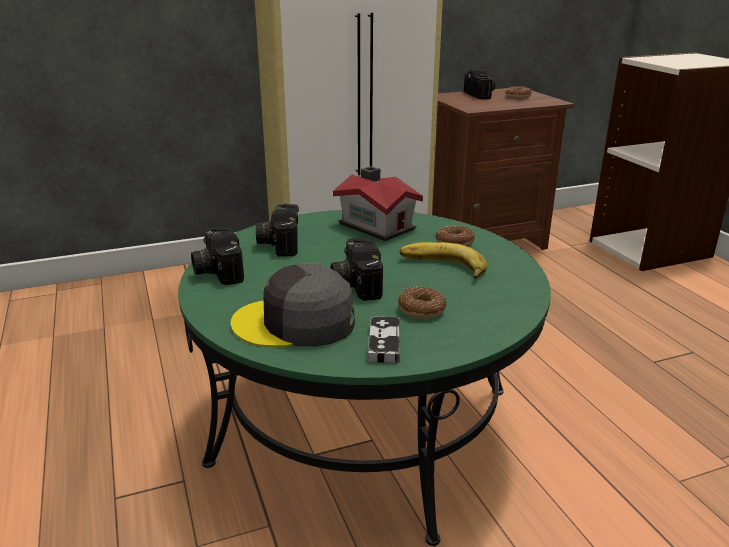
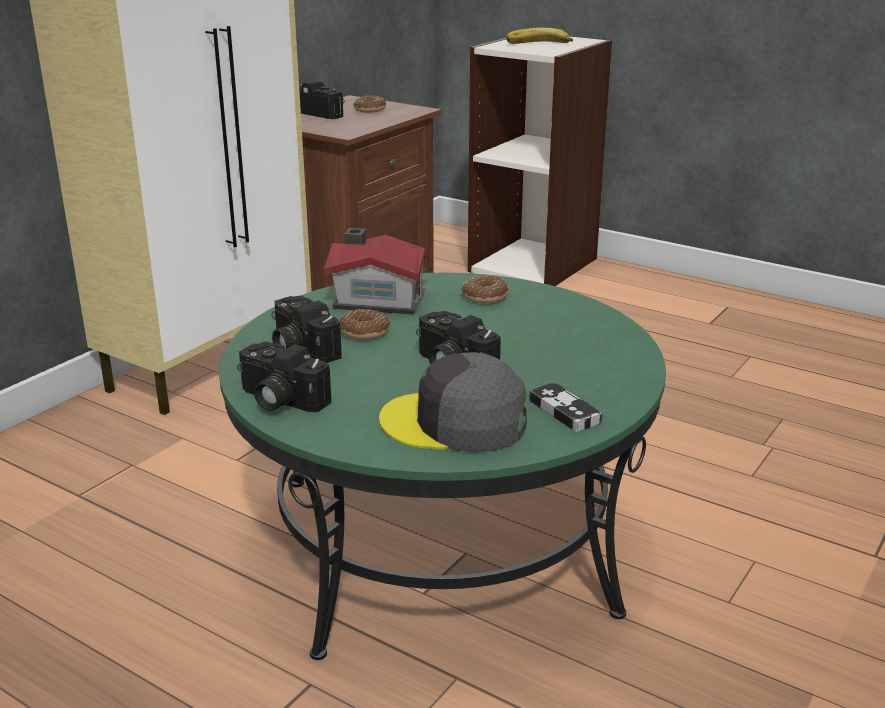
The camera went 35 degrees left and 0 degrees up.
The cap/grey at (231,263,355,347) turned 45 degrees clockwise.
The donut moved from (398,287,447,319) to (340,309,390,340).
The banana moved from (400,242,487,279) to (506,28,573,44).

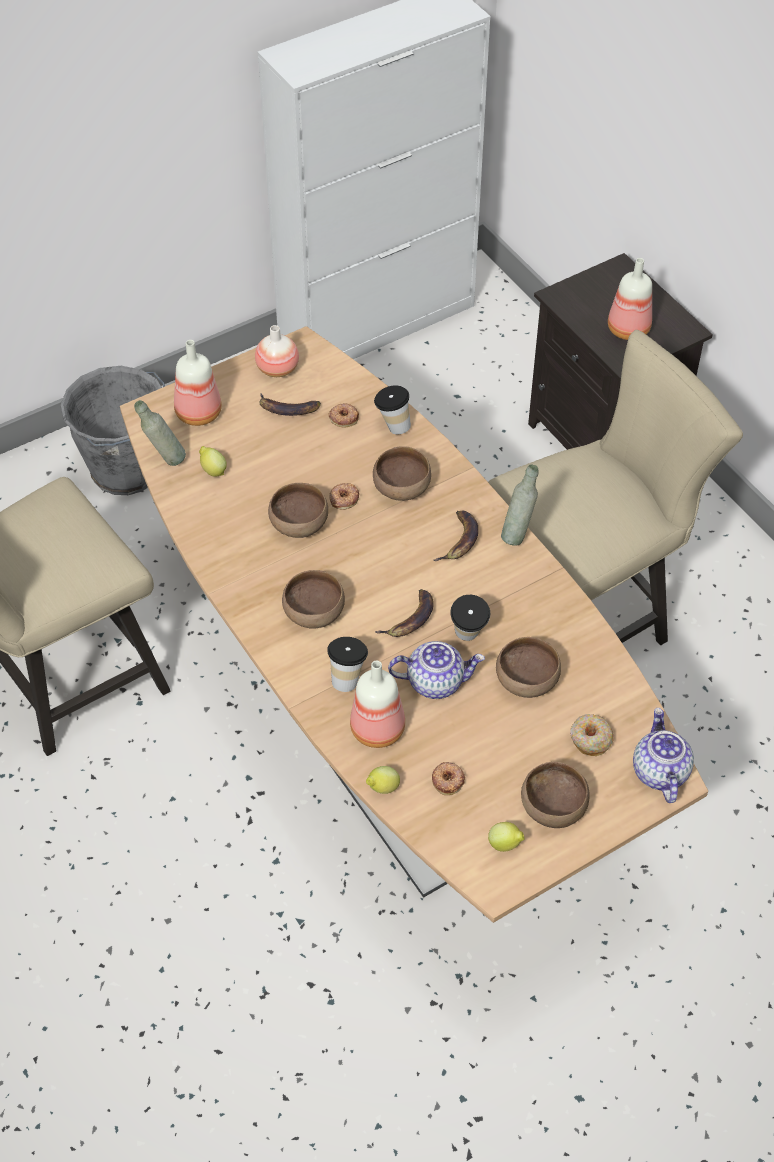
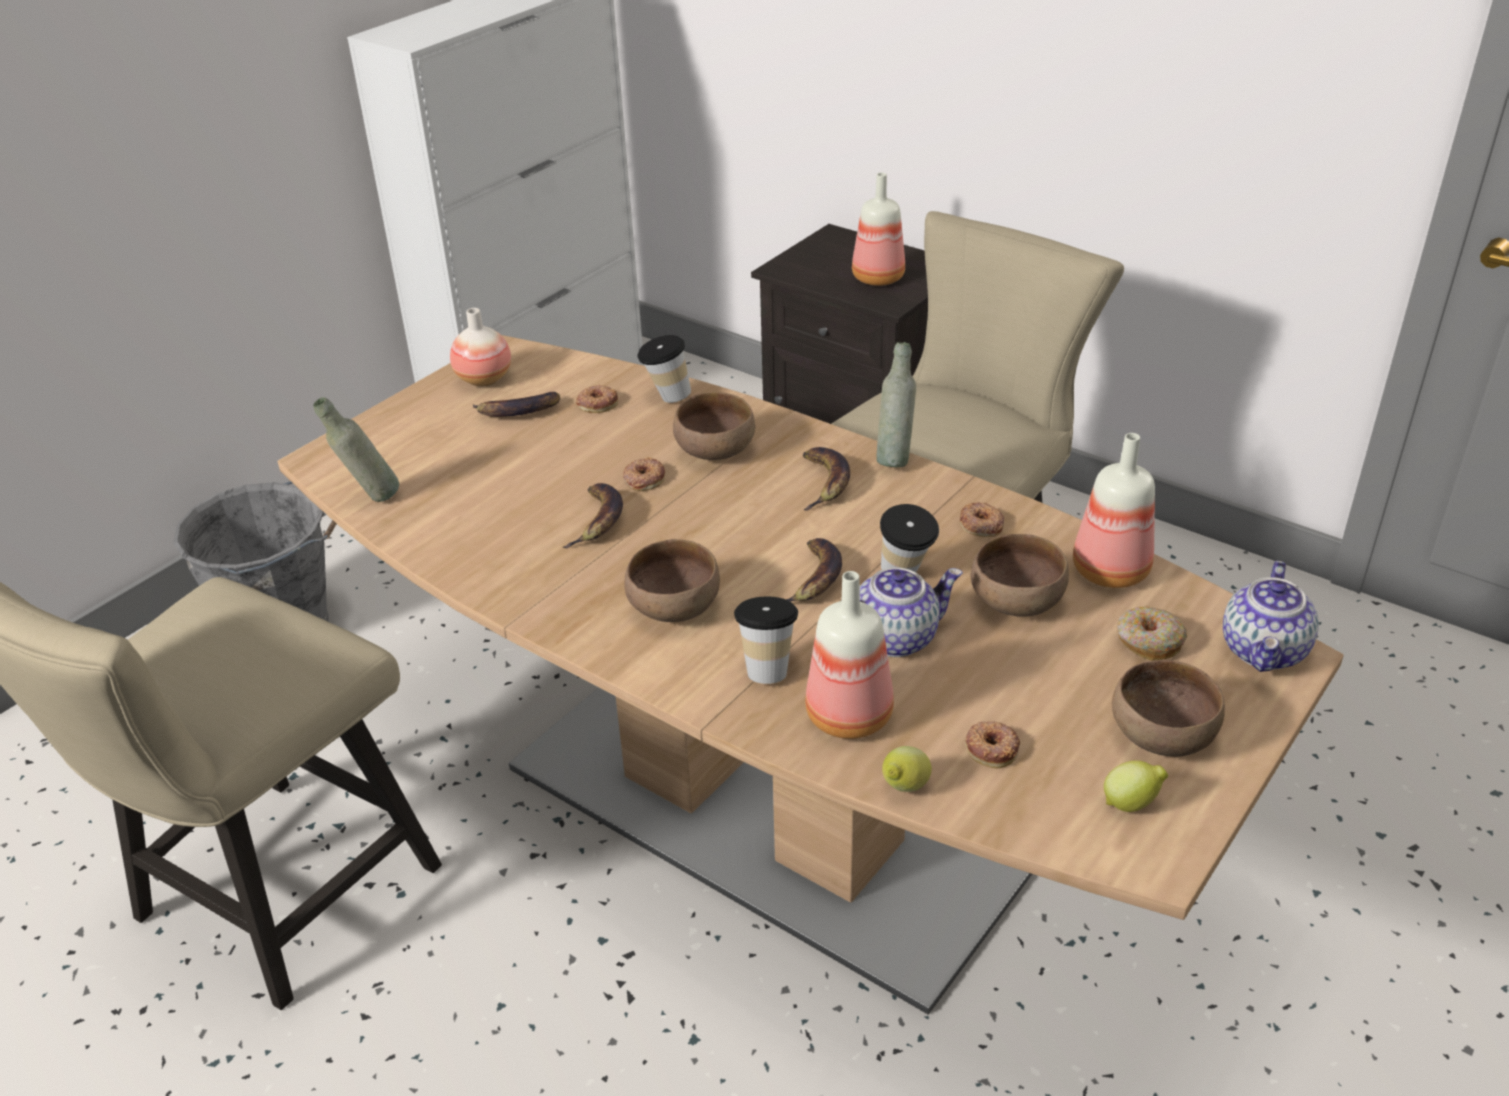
The camera went 20 degrees left and 15 degrees down.
The bottle moved from (174,340,222,426) to (1073,433,1155,588).
The lemon at (199,446,227,477) disappeared.
The bowl/brown at (268,483,328,538) was replaced by the banana at (563,483,623,548).
The teapot at (633,708,694,803) turned 135 degrees counterclockwise.
The donut at (959,502,1004,537) appeared.

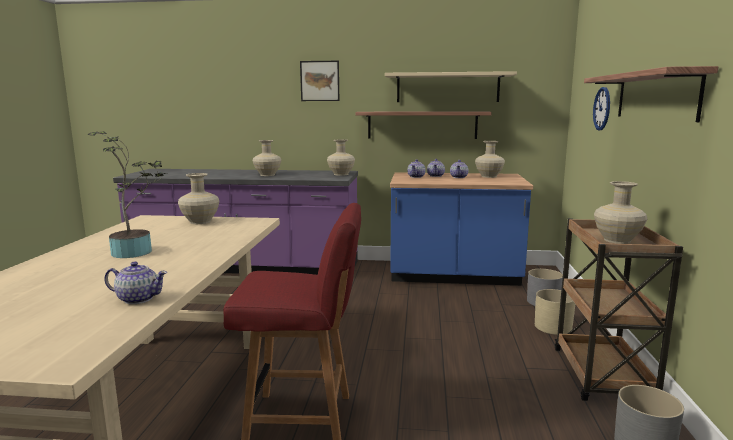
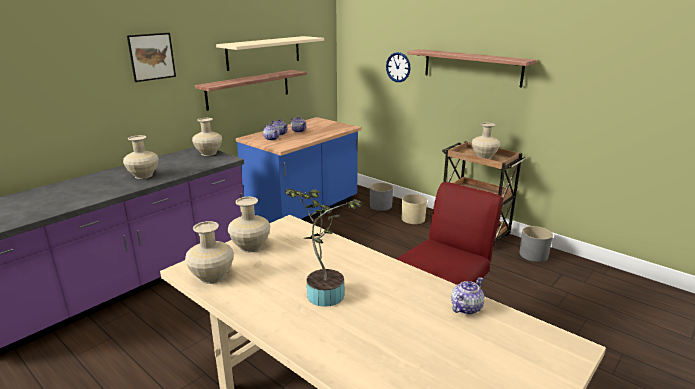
The camera went 55 degrees left and 10 degrees up.
The vase/beige moved from (475,141,505,178) to (185,221,234,284).

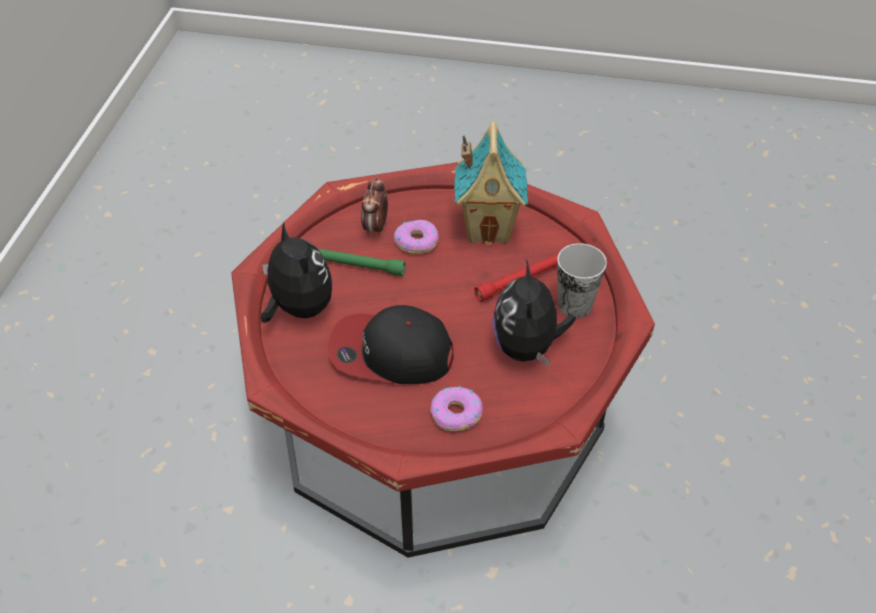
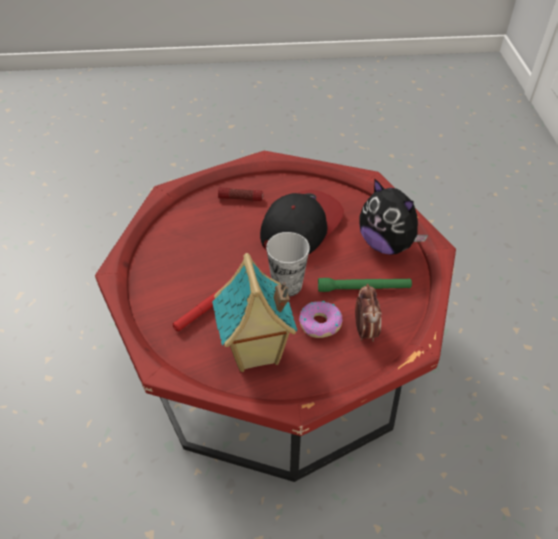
The camera went 165 degrees right and 0 degrees up.
The cap at (328,305,454,384) turned 45 degrees counterclockwise.
The donut at (430,386,483,432) was replaced by the flashlight at (218,187,263,201).
The plush toy at (492,260,576,367) disappeared.
The cup moved from (557,243,607,318) to (266,232,310,297).

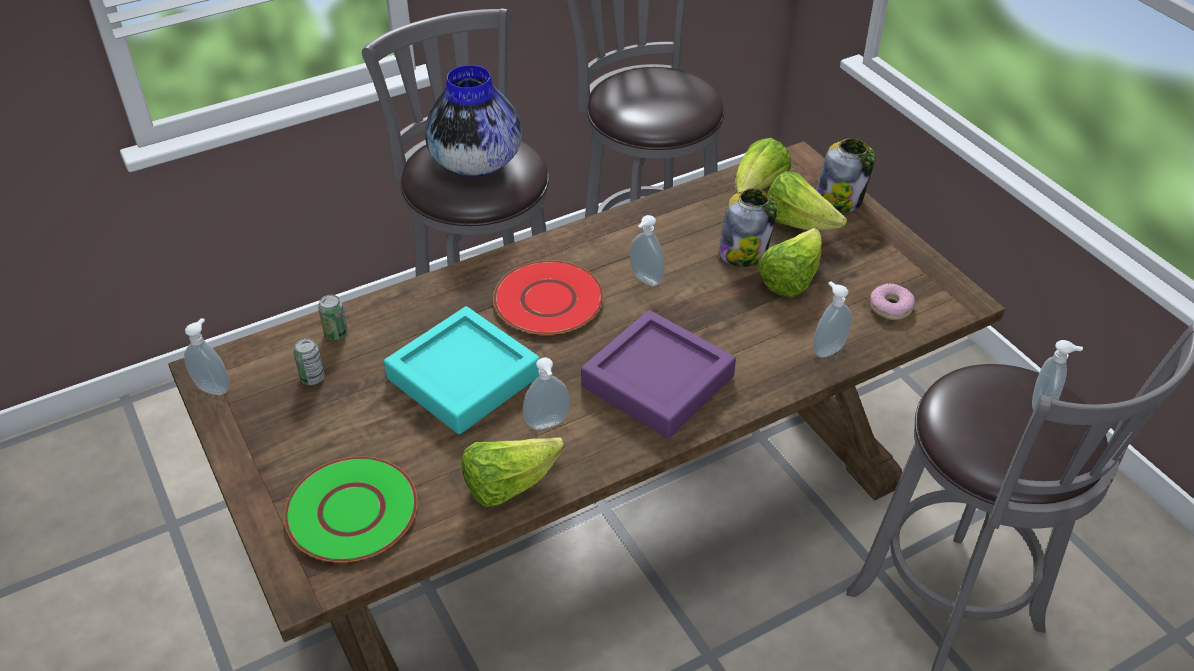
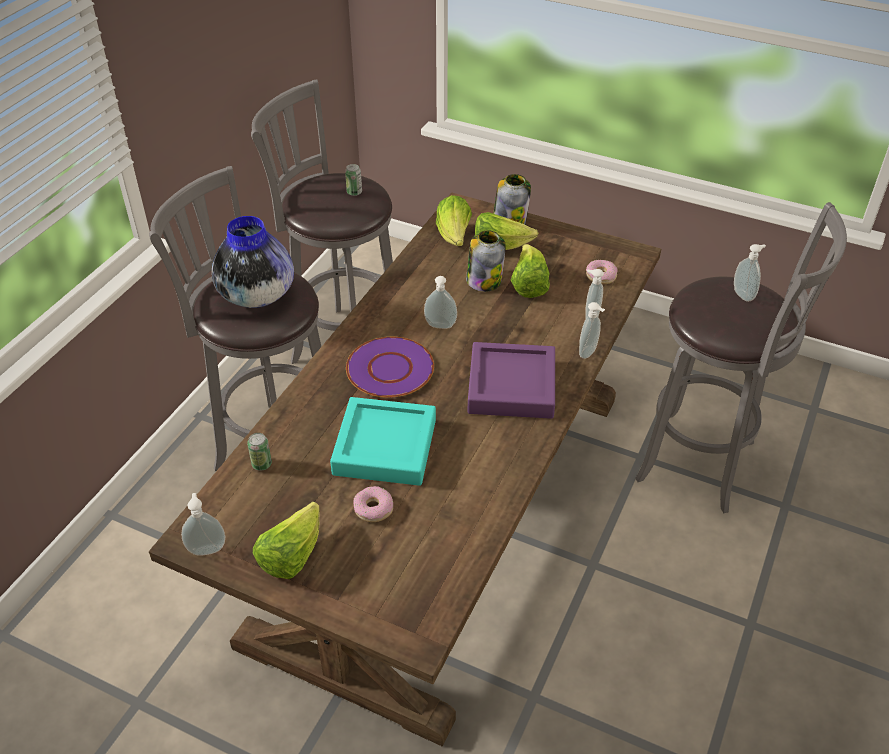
The camera went 35 degrees left and 0 degrees up.
The plate/green at (284,456,418,562) disappeared.
The can moved from (293,338,325,385) to (345,164,362,196).
The lettuce moved from (462,437,564,507) to (253,502,320,579).
The plate/red at (493,260,604,335) became the plate/purple at (346,337,434,398).
The soap dispenser moved from (523,357,570,430) to (579,302,605,359).
The donut at (354,486,393,522) appeared.

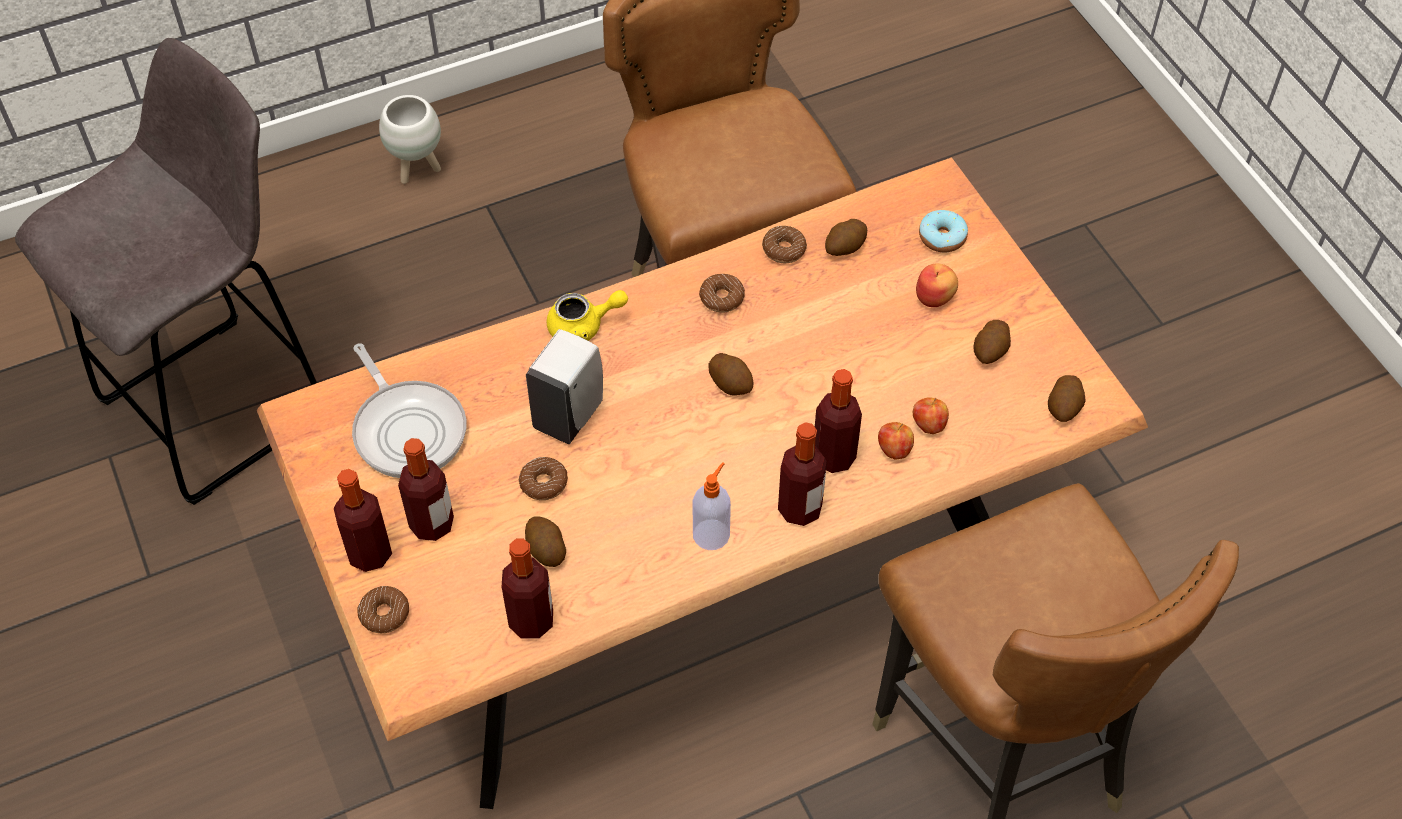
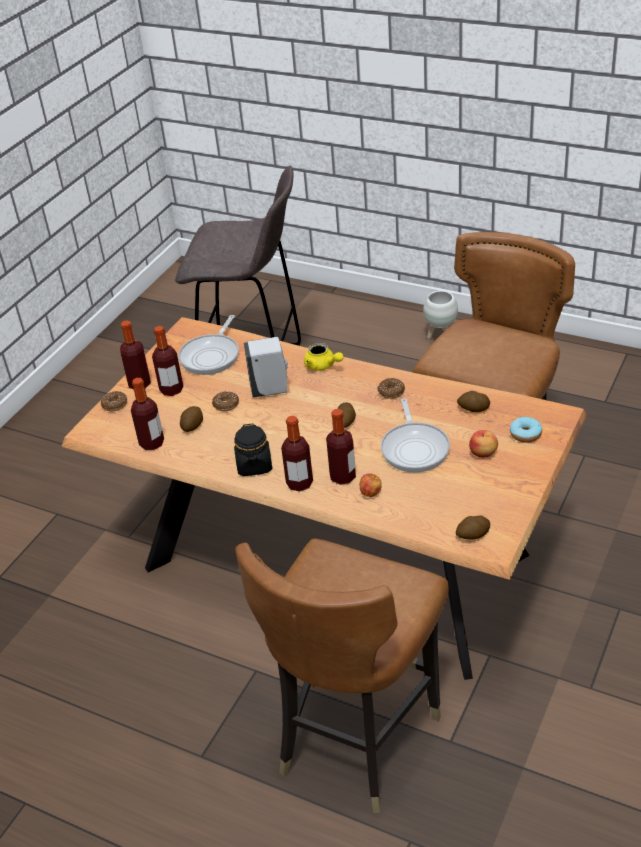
The camera went 55 degrees right and 15 degrees down.
The soap dispenser at (693,462,731,550) was replaced by the jar/black at (234,423,272,476).
The donut at (762,226,807,263) disappeared.
The apple at (913,397,949,434) disappeared.
The potato at (973,320,1011,364) disappeared.
The frying pan at (381,398,450,473) appeared.

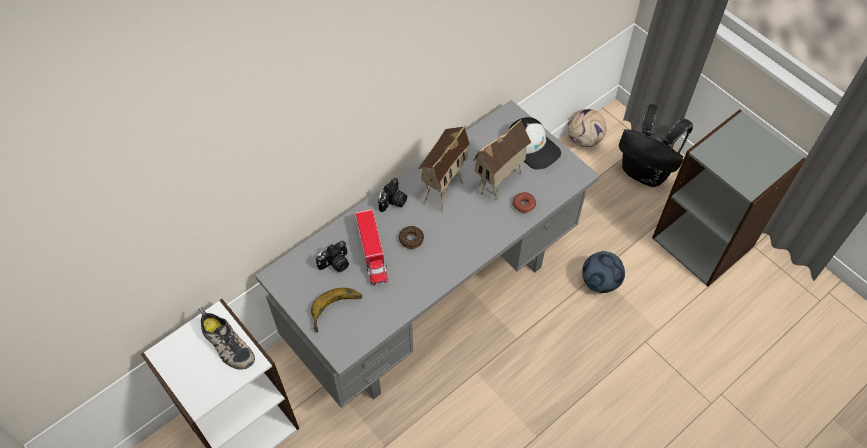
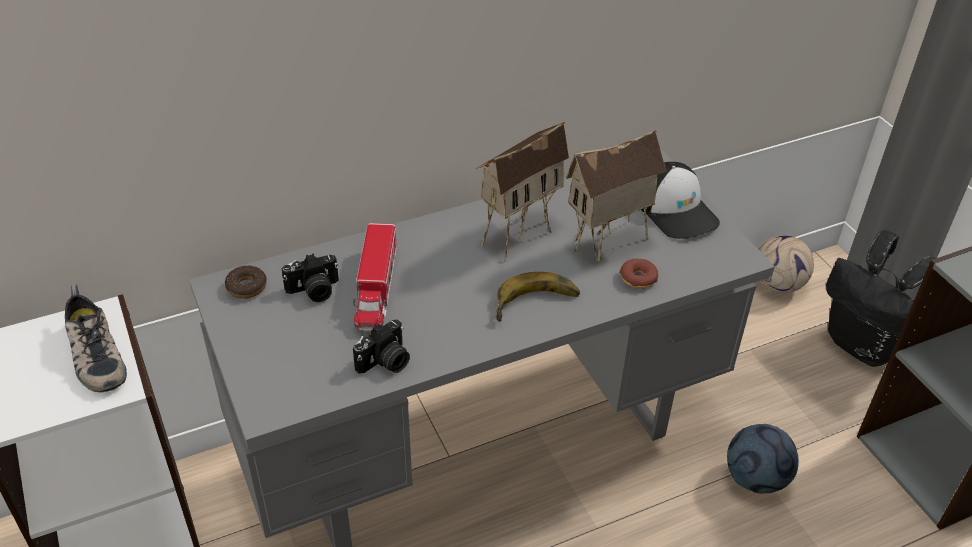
The camera went 15 degrees right and 15 degrees down.
The banana moved from (311,288,362,333) to (495,272,580,322).
The photo camera moved from (378,178,407,212) to (353,320,410,374).
The donut moved from (399,226,424,249) to (225,266,267,299).

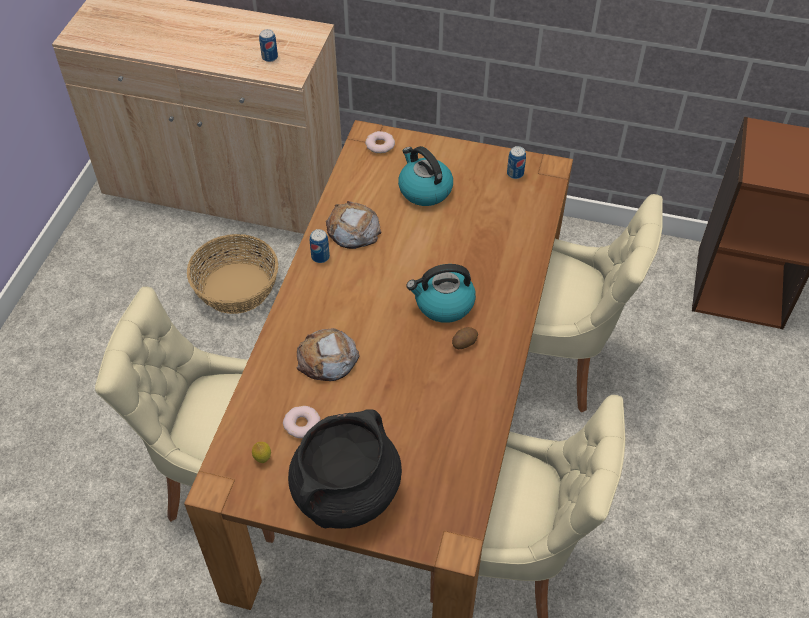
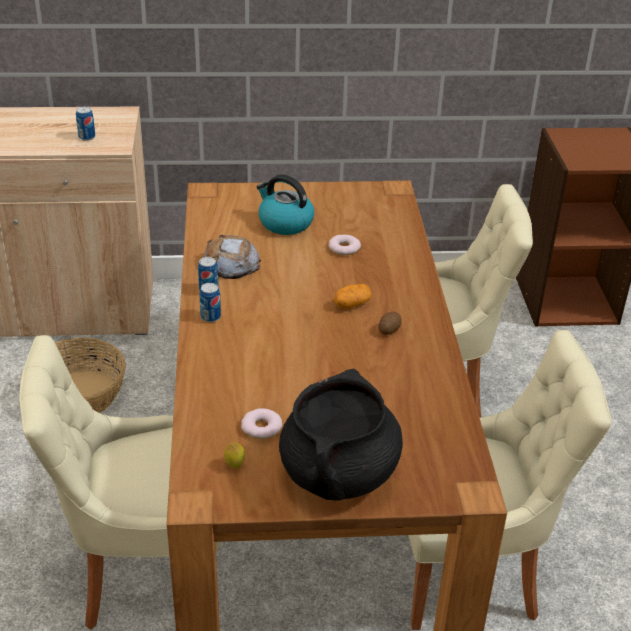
The camera went 20 degrees left and 15 degrees down.
The bread at (296,328,360,381) disappeared.
The donut moved from (365,131,395,154) to (329,234,361,255).
The kettle at (406,264,476,323) was replaced by the potato at (334,284,372,309).
The can moved from (507,146,526,179) to (200,283,221,322).

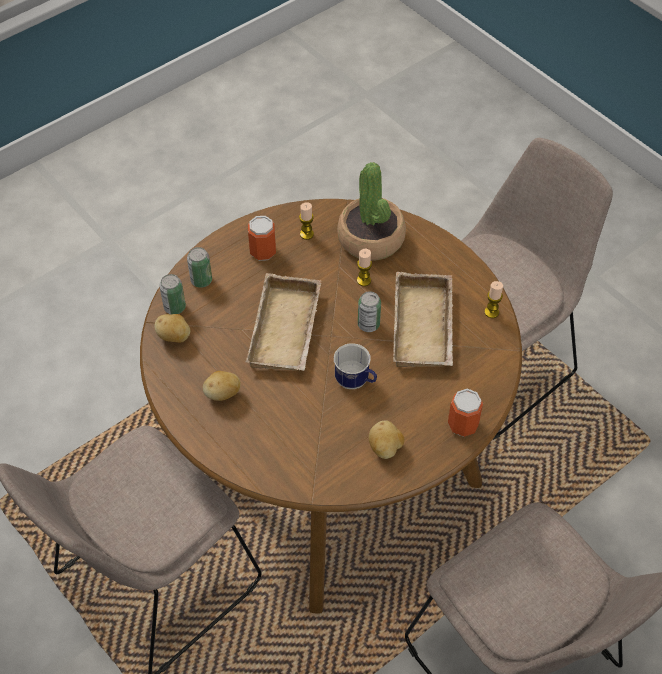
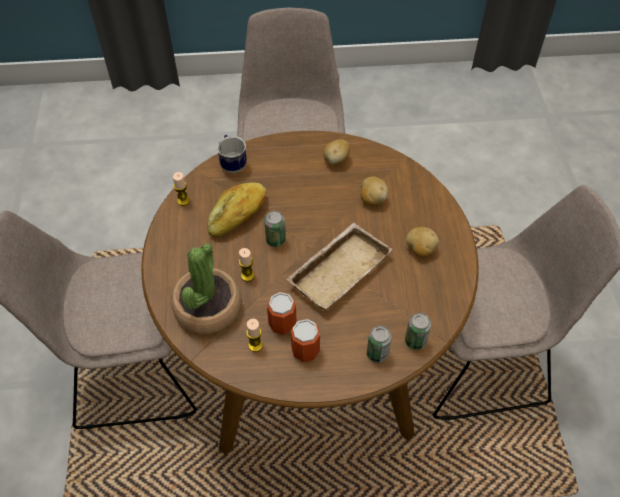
The camera went 145 degrees left and 0 degrees up.
The potato moved from (155,314,190,343) to (360,177,388,205).
The mug moved from (334,343,377,389) to (217,135,247,173).
The tray/beige at (393,272,454,367) was replaced by the bread at (207,183,267,237).
The can moved from (448,389,483,437) to (267,292,296,335).

